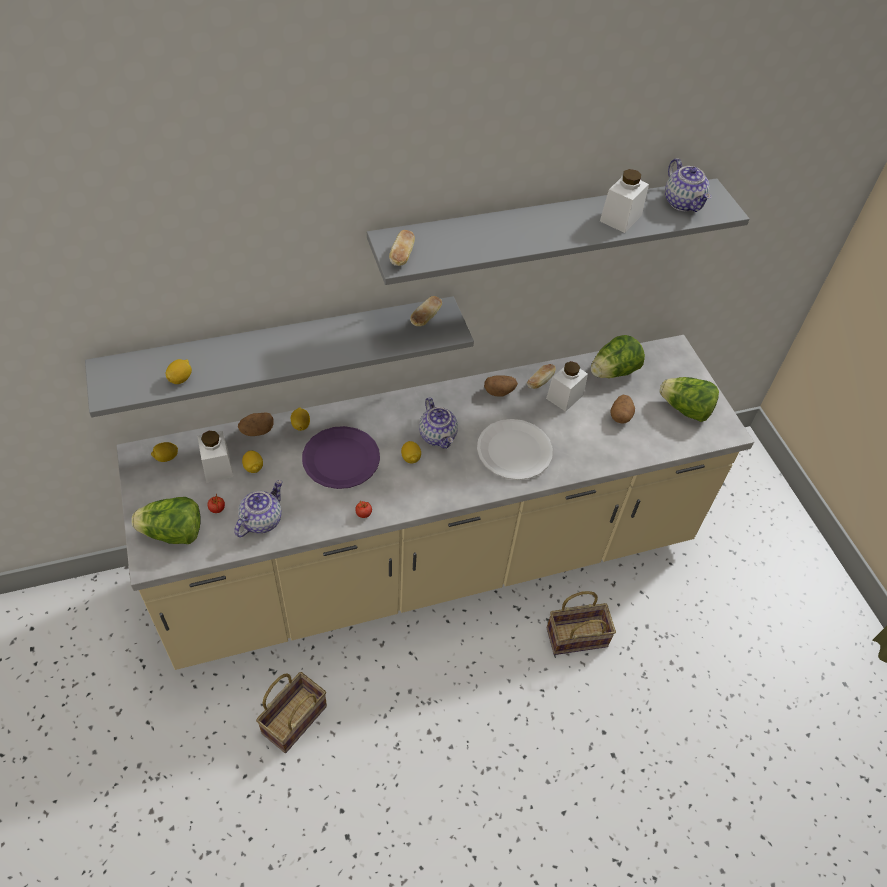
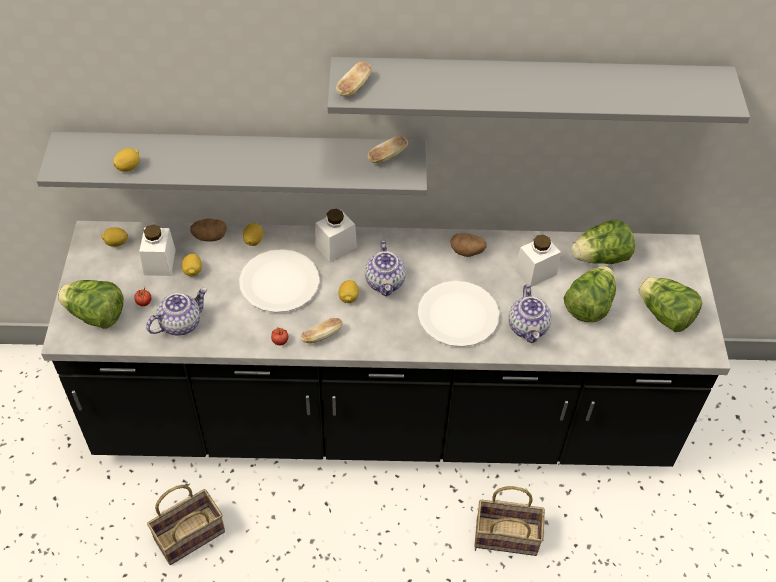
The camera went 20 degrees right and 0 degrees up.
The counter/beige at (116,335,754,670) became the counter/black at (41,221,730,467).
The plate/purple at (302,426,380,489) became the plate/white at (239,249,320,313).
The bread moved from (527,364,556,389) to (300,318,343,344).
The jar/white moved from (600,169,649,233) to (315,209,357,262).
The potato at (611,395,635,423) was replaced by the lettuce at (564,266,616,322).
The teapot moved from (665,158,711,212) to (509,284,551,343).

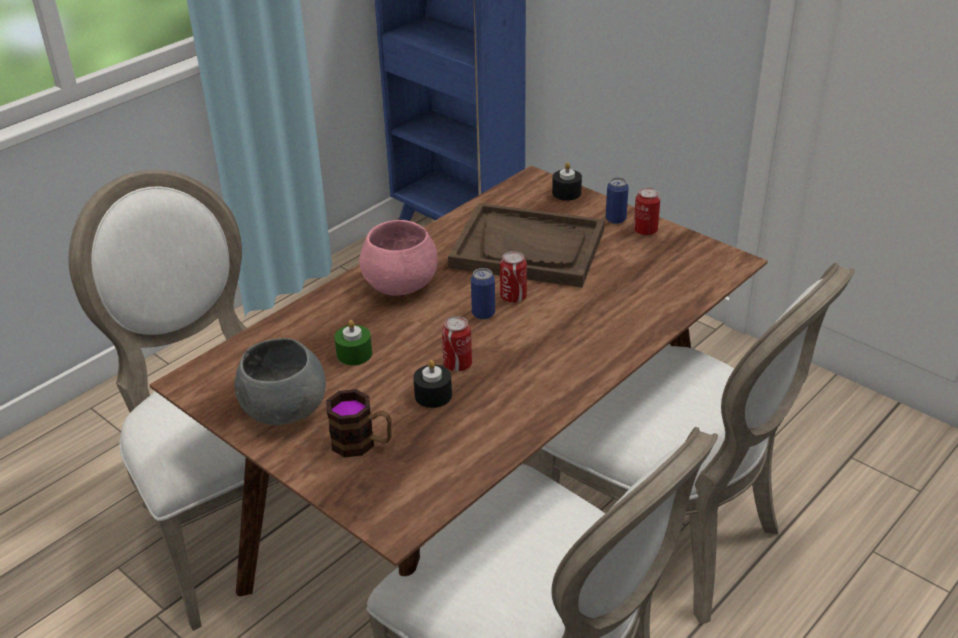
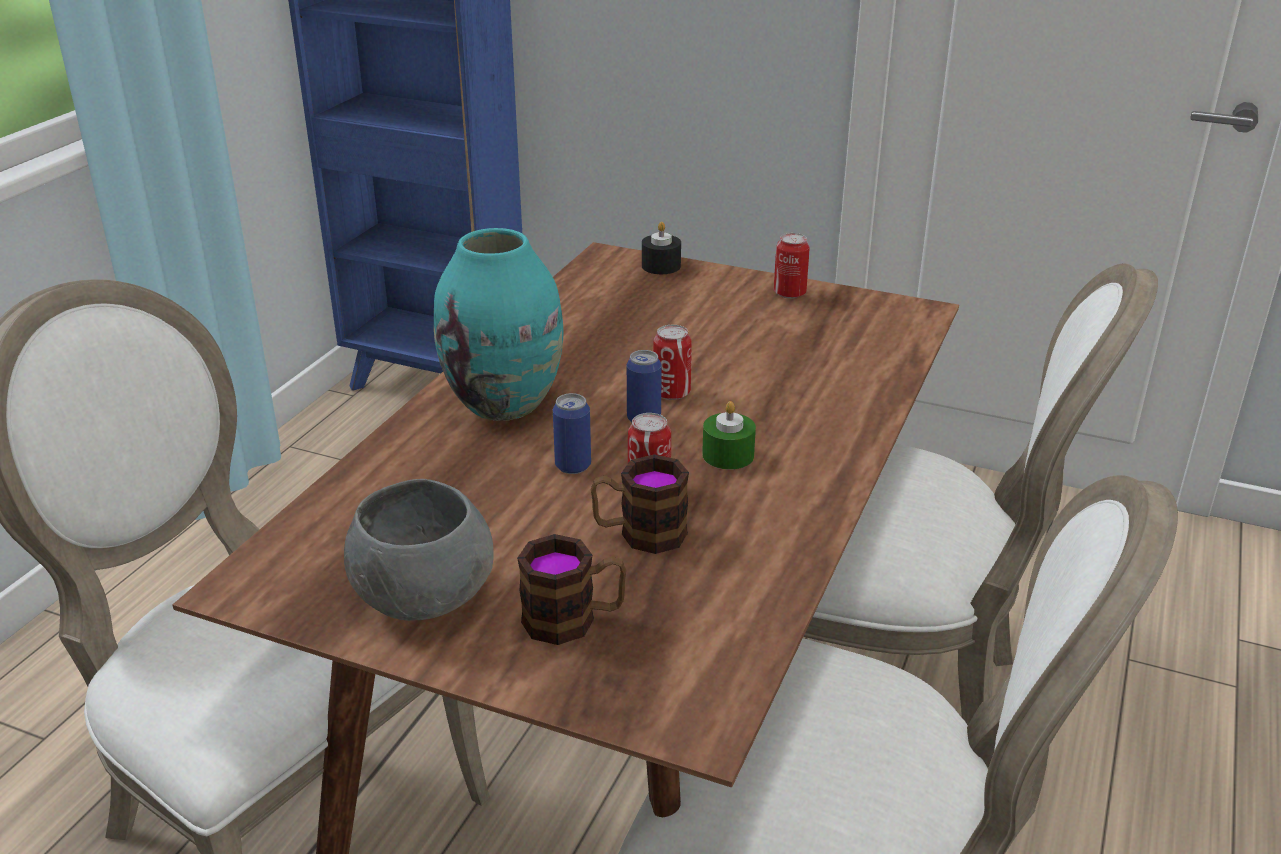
The camera went 20 degrees left and 5 degrees down.
The candle/green moved from (335,320,372,365) to (702,401,756,469).
The bowl/pink at (359,220,438,296) was replaced by the vase/turquoise at (434,228,563,421).
The candle/black at (413,360,452,408) was replaced by the mug at (591,454,689,554).
The tray/brown at (448,203,605,288) disappeared.
The can moved from (606,177,629,224) to (553,393,591,474).

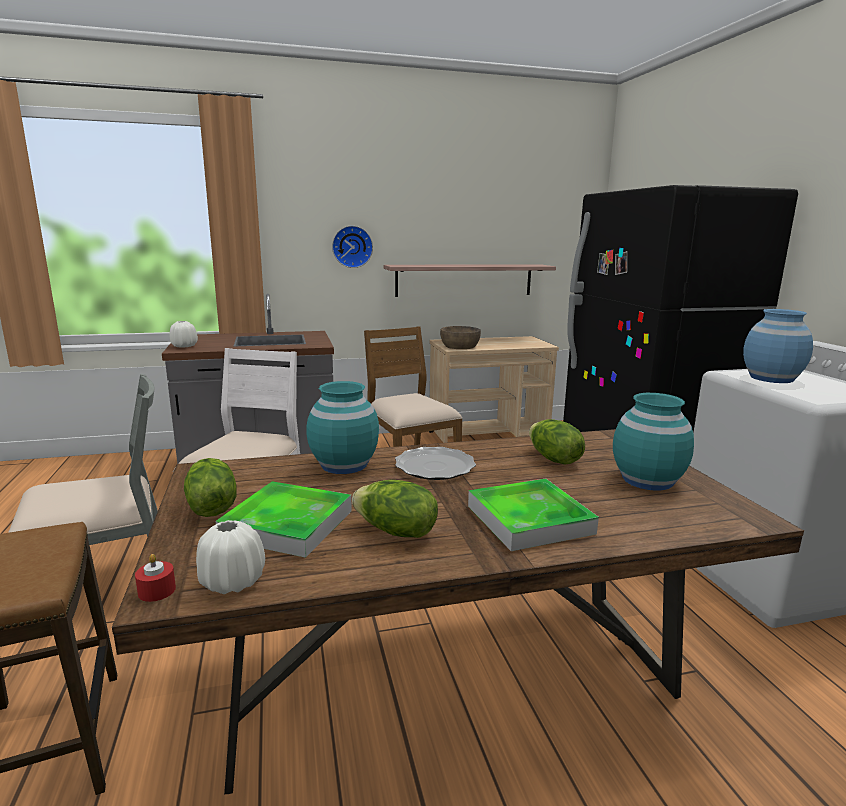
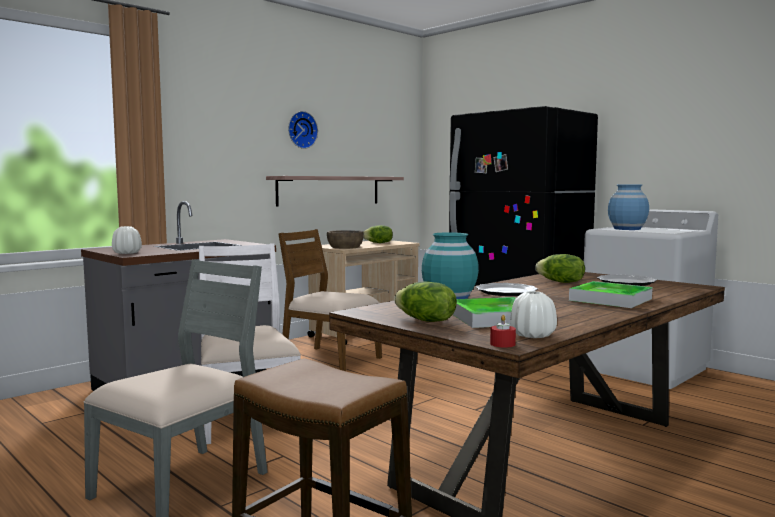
The camera went 30 degrees left and 10 degrees down.
The wall clock moved from (332,226,373,268) to (288,111,318,149).
The lettuce moved from (352,480,438,538) to (363,225,393,243).
The vase/turquoise at (613,393,694,491) was replaced by the plate at (597,275,657,286).

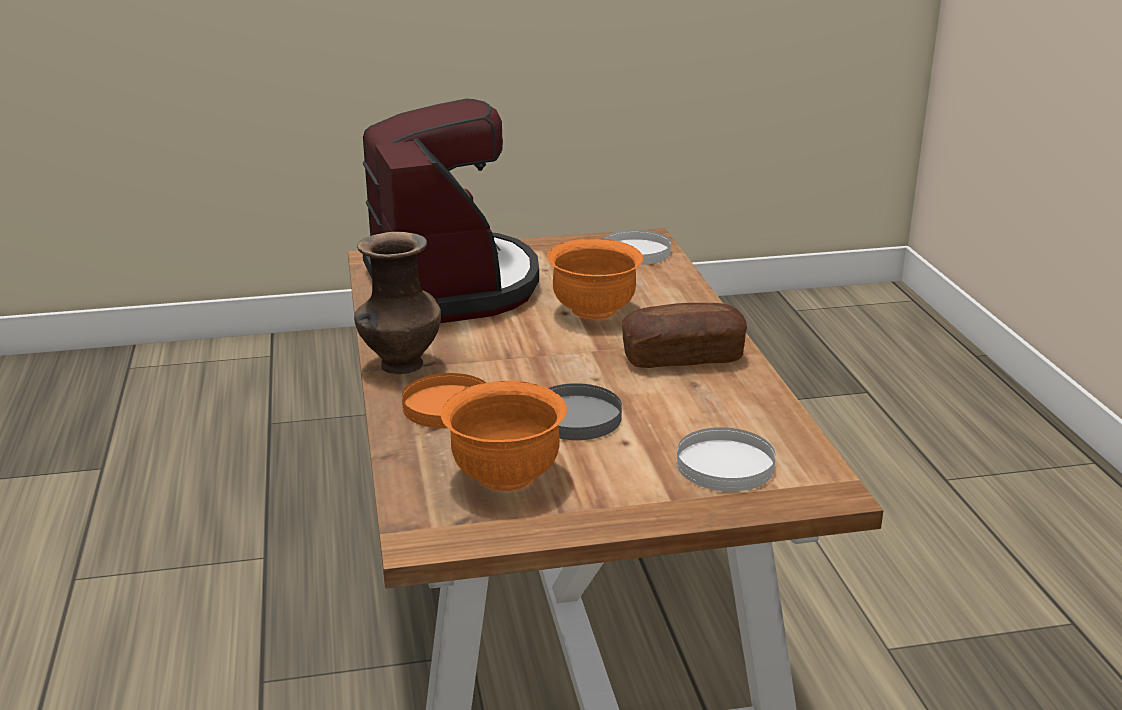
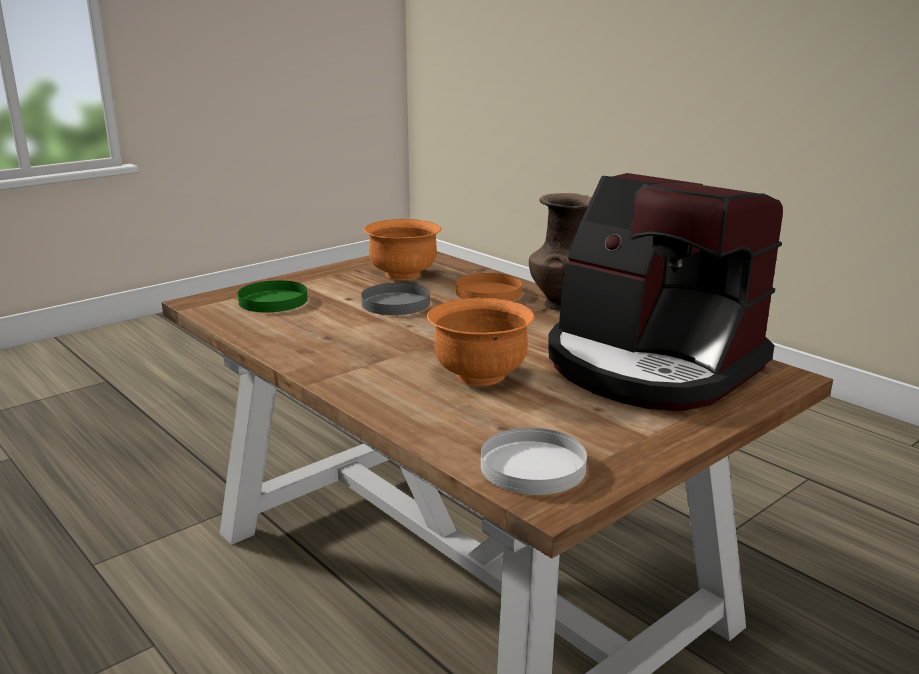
The camera went 150 degrees right and 5 degrees down.
The bread at (622,303,747,368) disappeared.
The plate/white at (677,427,776,491) became the plate/green at (238,280,308,312).

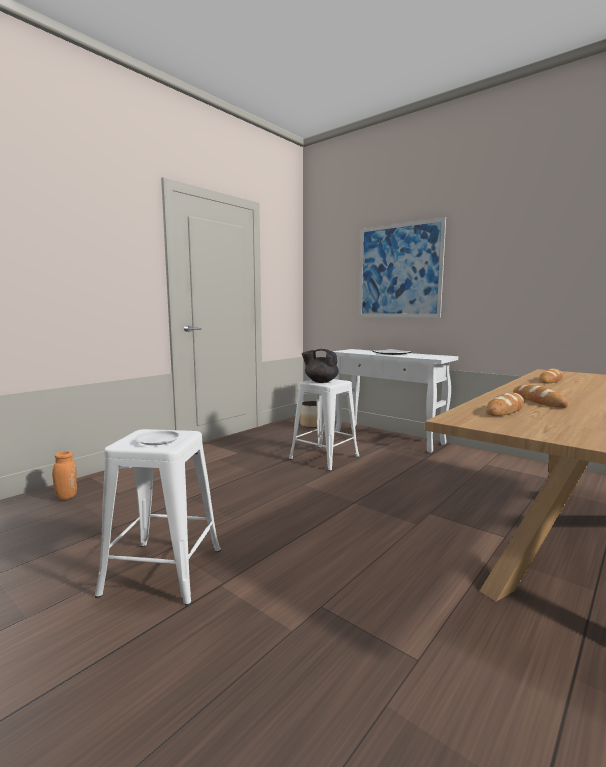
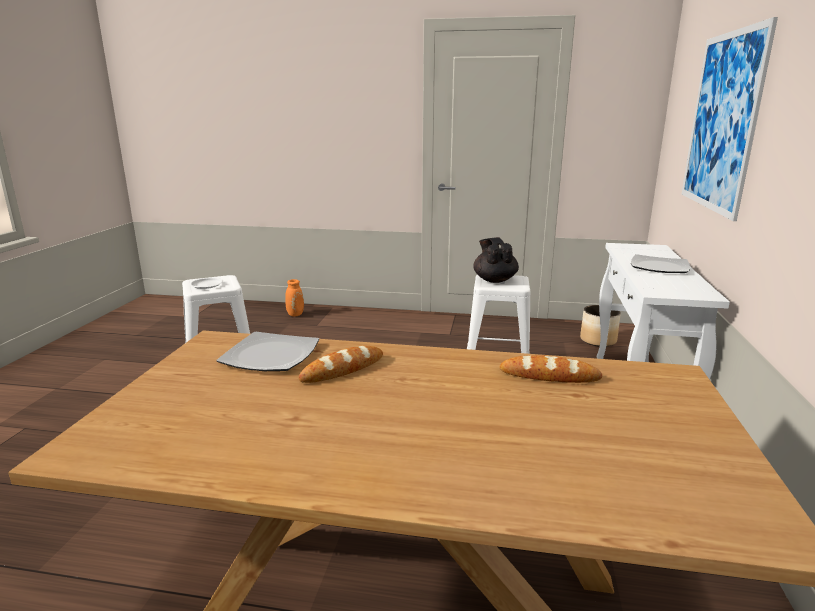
The camera went 60 degrees right and 10 degrees up.
The bread at (486,393,524,416) was replaced by the plate at (216,332,319,371).

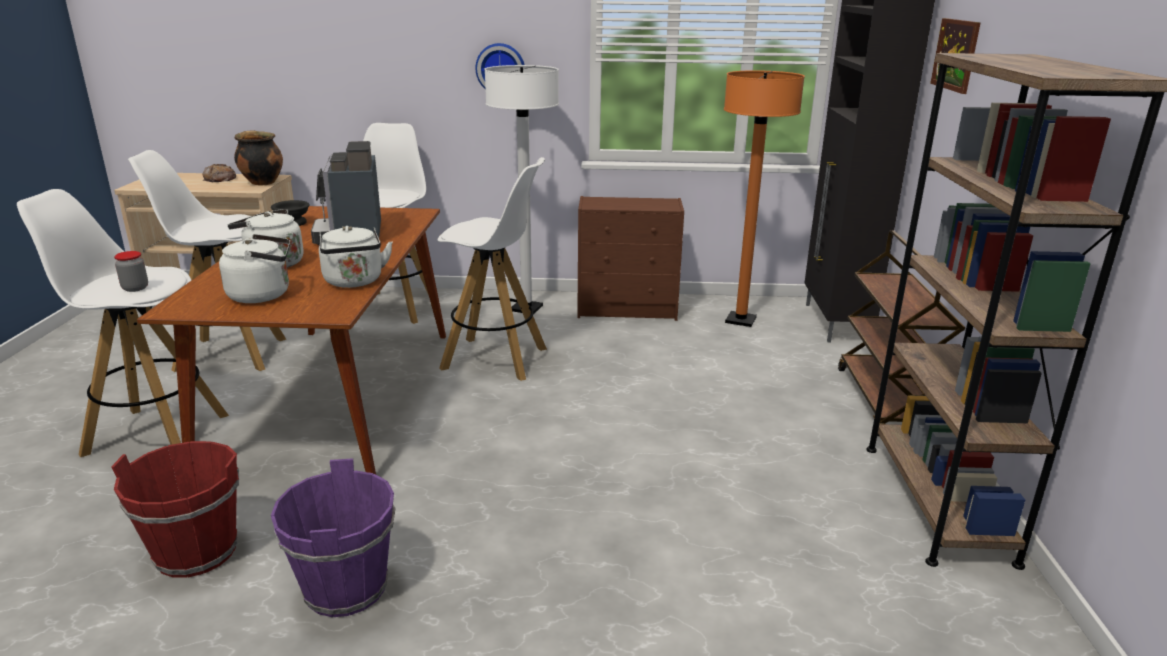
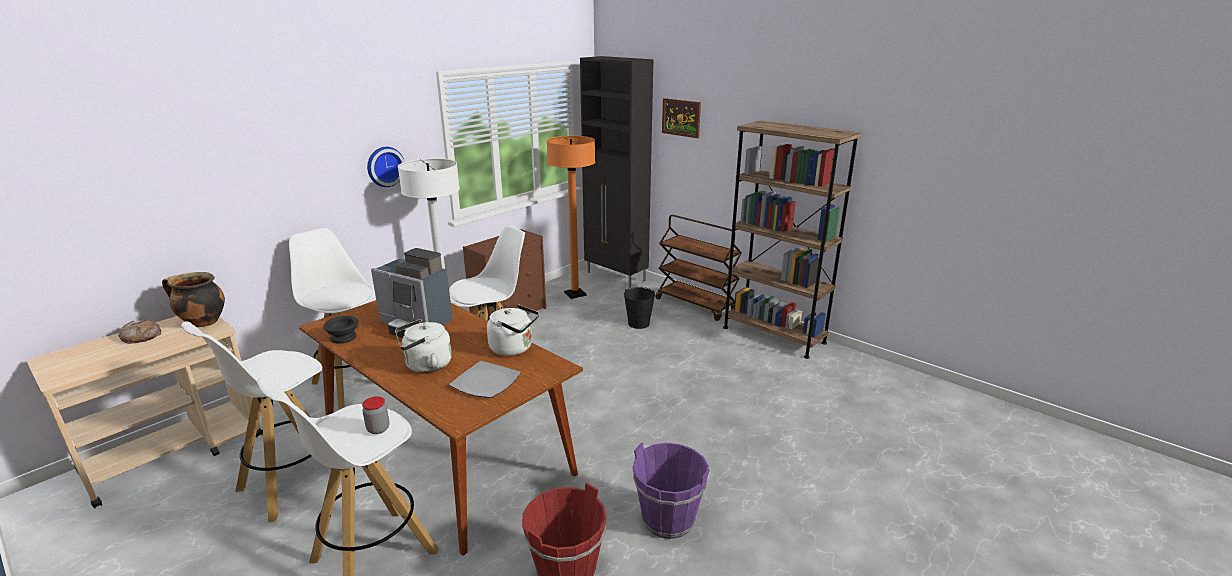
The camera went 50 degrees left and 0 degrees up.
The kettle/white at (219,234,290,303) was replaced by the plate at (449,361,521,398).
The bucket/black at (624,287,655,329) appeared.

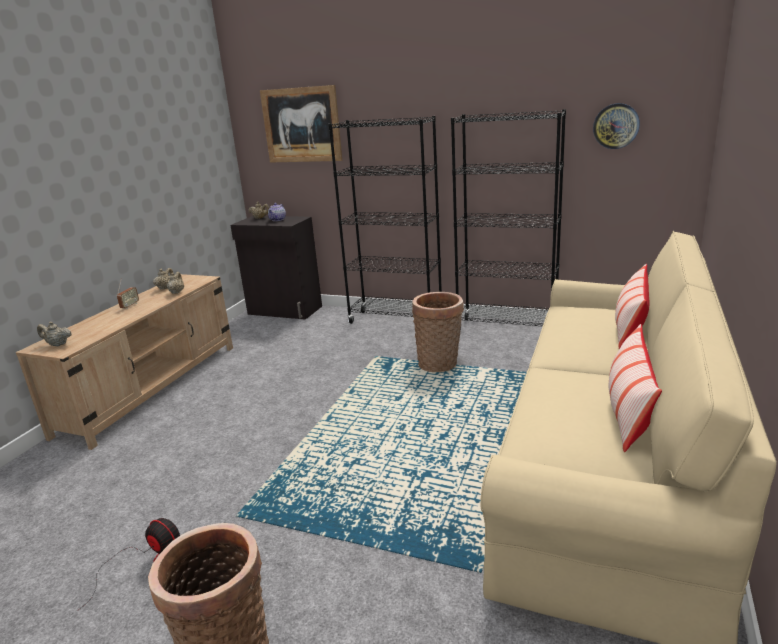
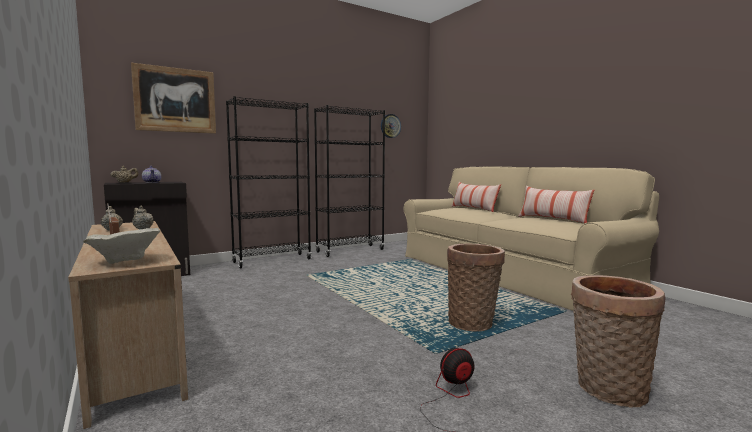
The camera went 55 degrees left and 15 degrees down.
The teapot/beige at (37,322,72,346) was replaced by the bowl/beige at (83,228,160,264).
The basket moved from (412,292,464,372) to (447,244,505,331).

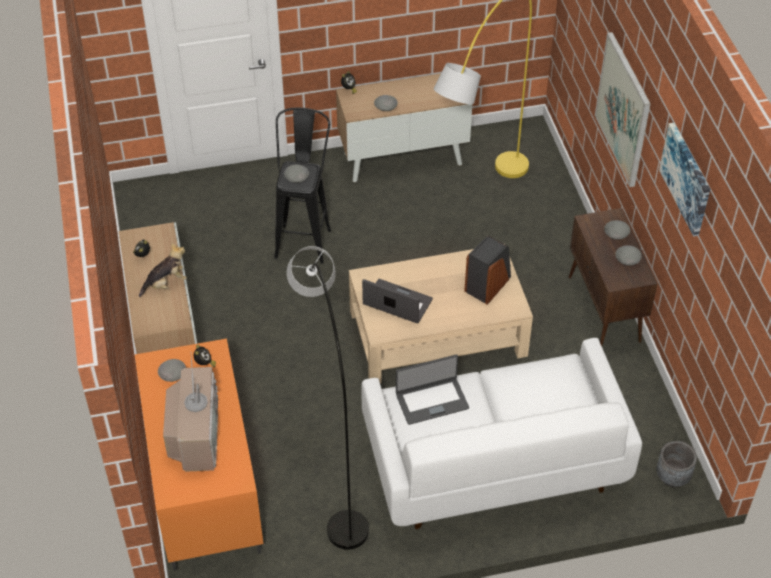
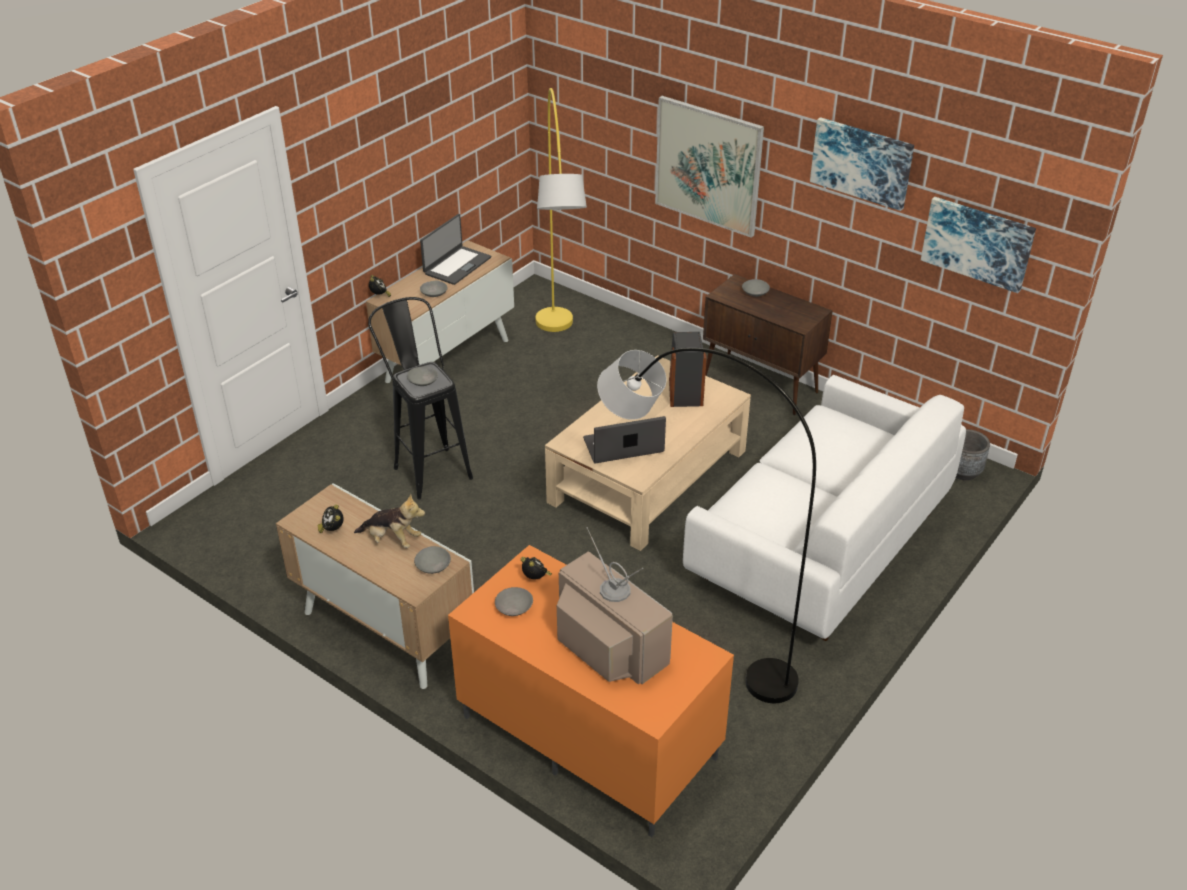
The camera went 40 degrees left and 10 degrees down.
The plush toy at (139,243,187,297) turned 90 degrees clockwise.
The laptop moved from (396,354,469,425) to (420,214,491,285).
The bowl/grey moved from (615,245,642,266) to (414,546,451,574).
The picture at (921,197,1036,293) appeared.

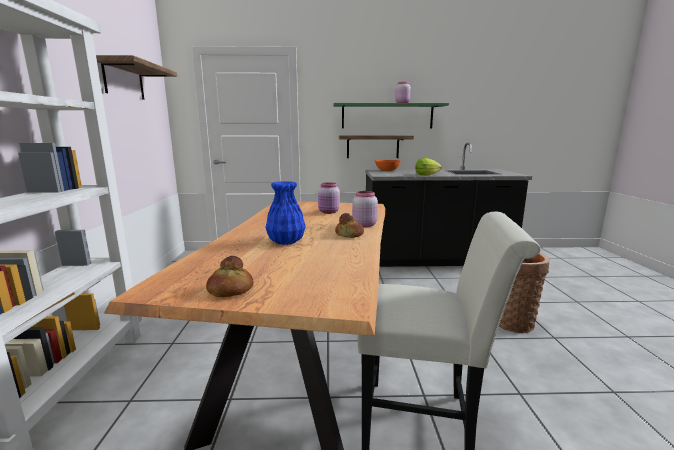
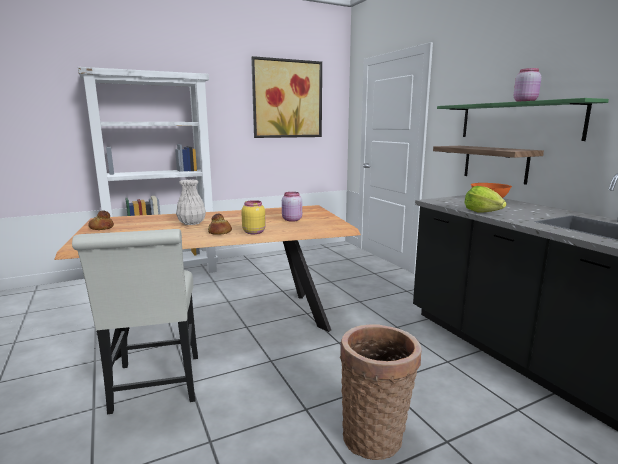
The camera went 65 degrees right and 0 degrees up.
The shelf at (96,55,177,100) was replaced by the picture at (251,56,322,138).
The vase/blue at (265,181,305,245) became the vase/white at (176,179,206,225).
The jar/pink at (352,191,378,227) became the jar/yellow at (241,200,266,234).

